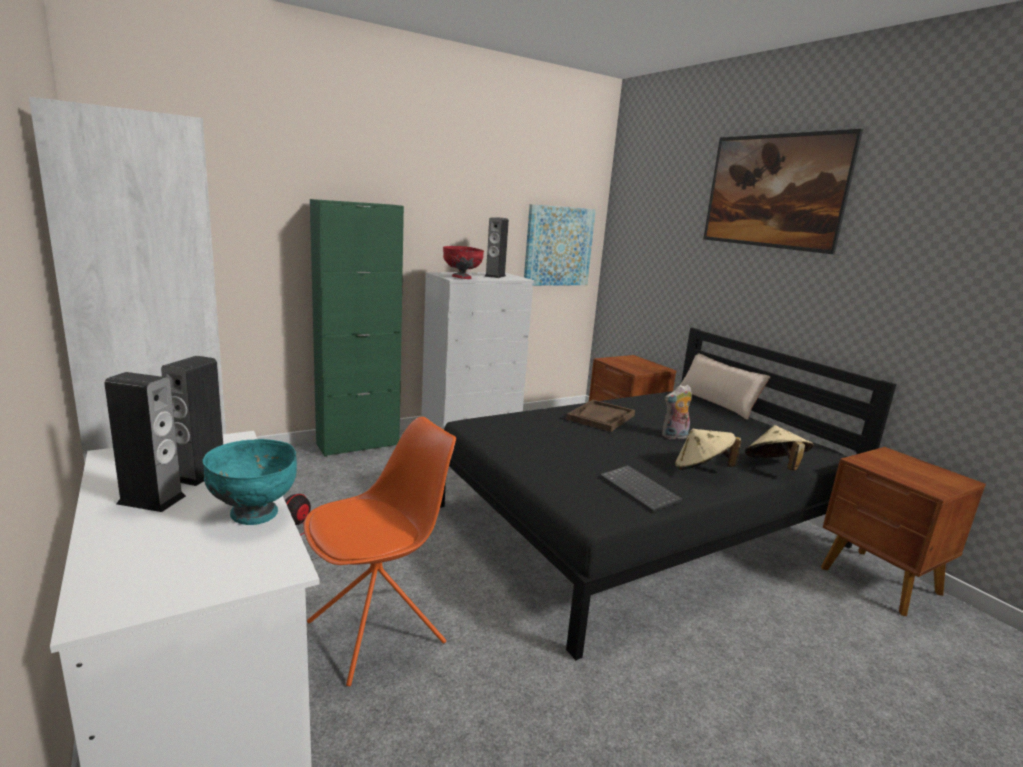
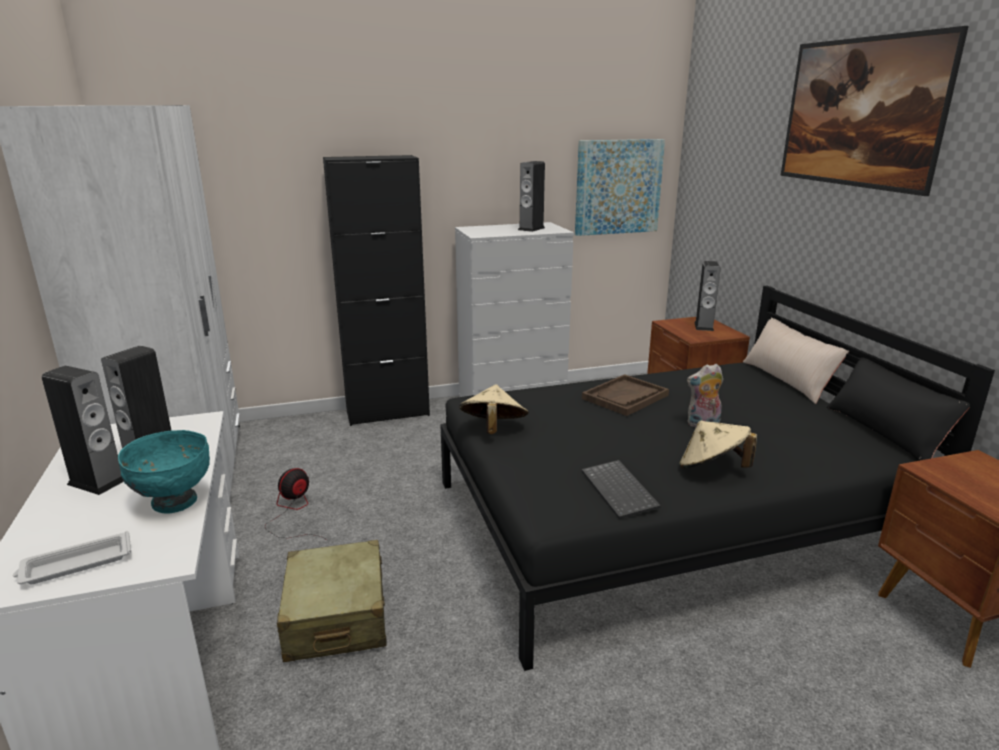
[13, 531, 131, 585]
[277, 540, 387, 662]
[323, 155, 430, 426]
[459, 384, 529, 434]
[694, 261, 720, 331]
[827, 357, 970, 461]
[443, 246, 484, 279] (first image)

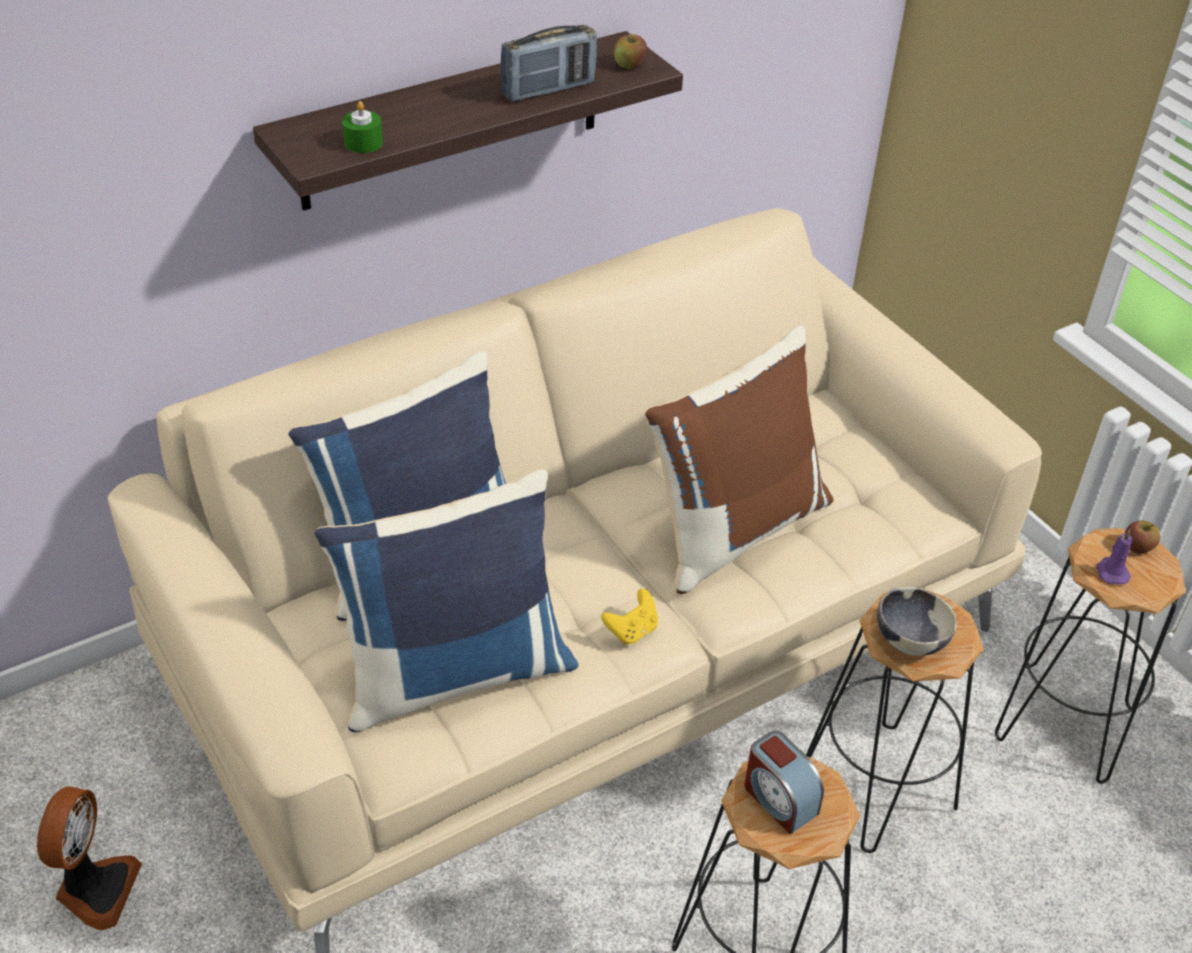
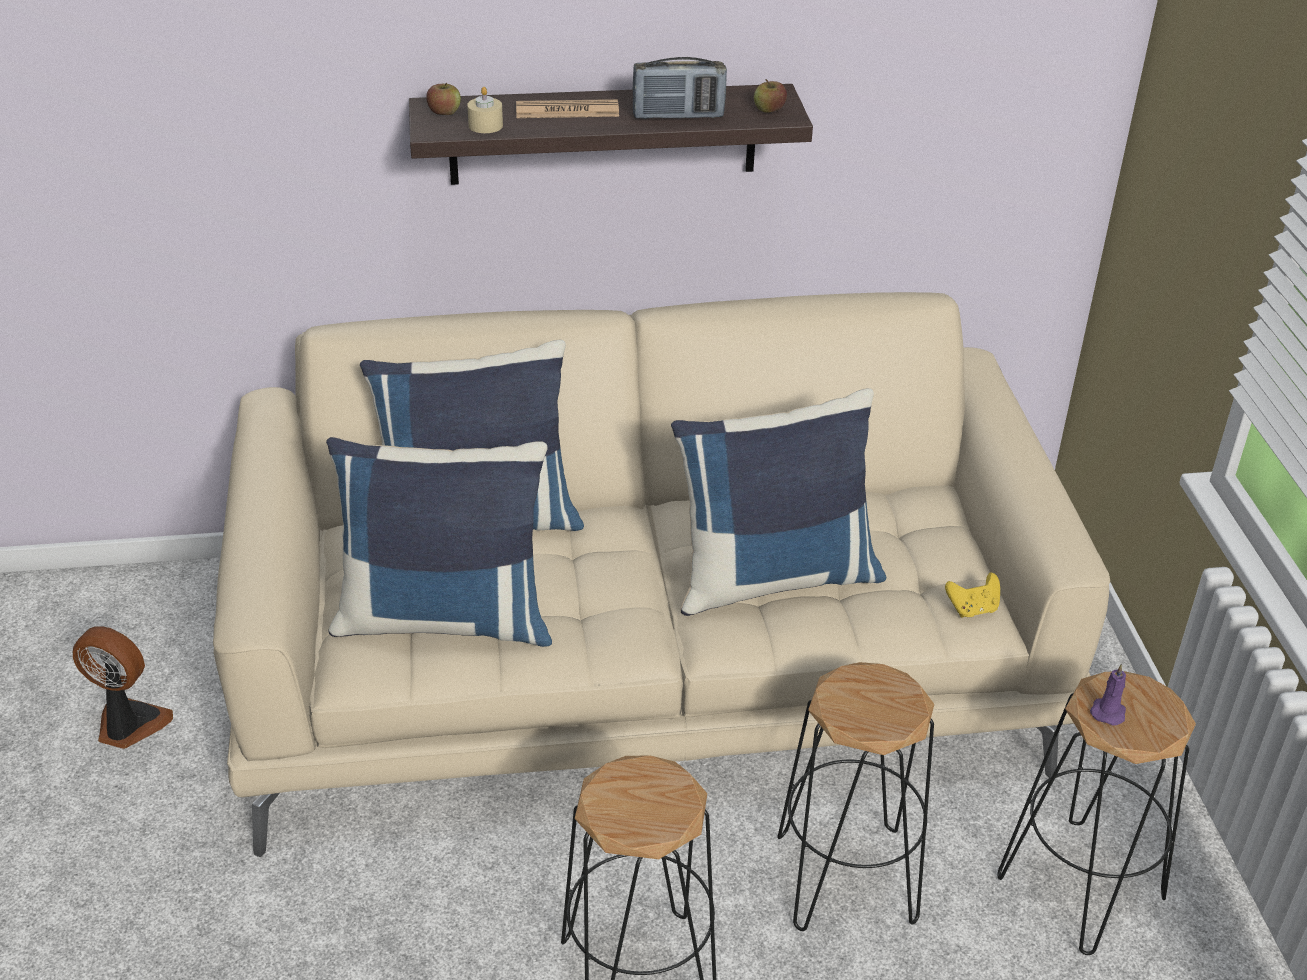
[73, 626, 173, 749]
[426, 83, 461, 115]
[467, 87, 503, 133]
[516, 99, 619, 118]
[671, 388, 886, 616]
[945, 573, 1000, 617]
[744, 731, 824, 834] (first image)
[877, 587, 957, 656] (first image)

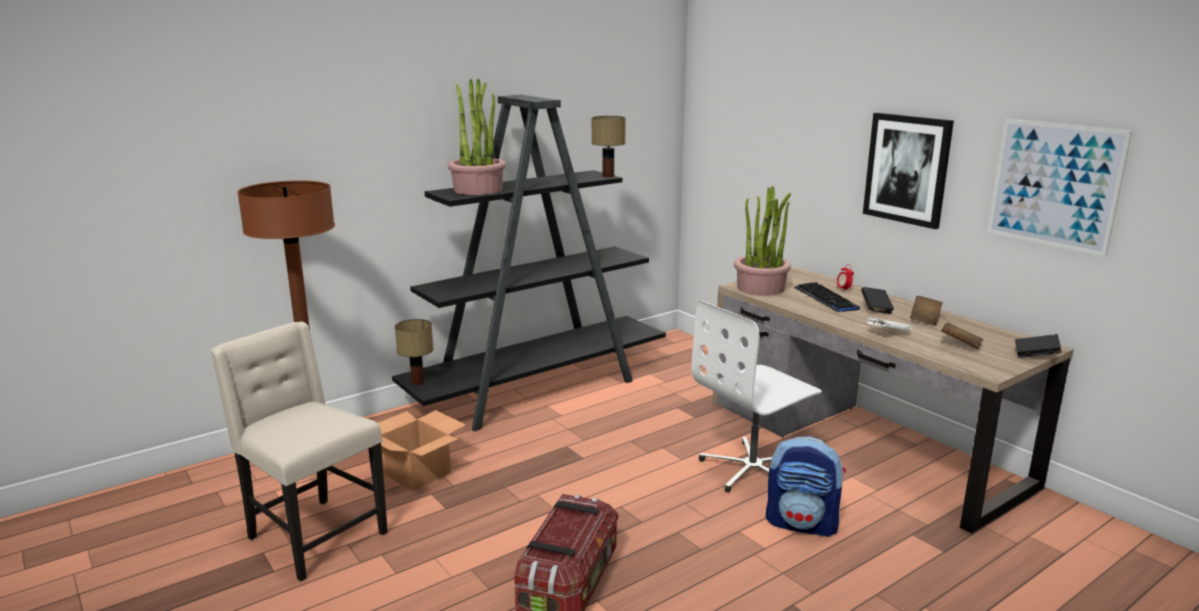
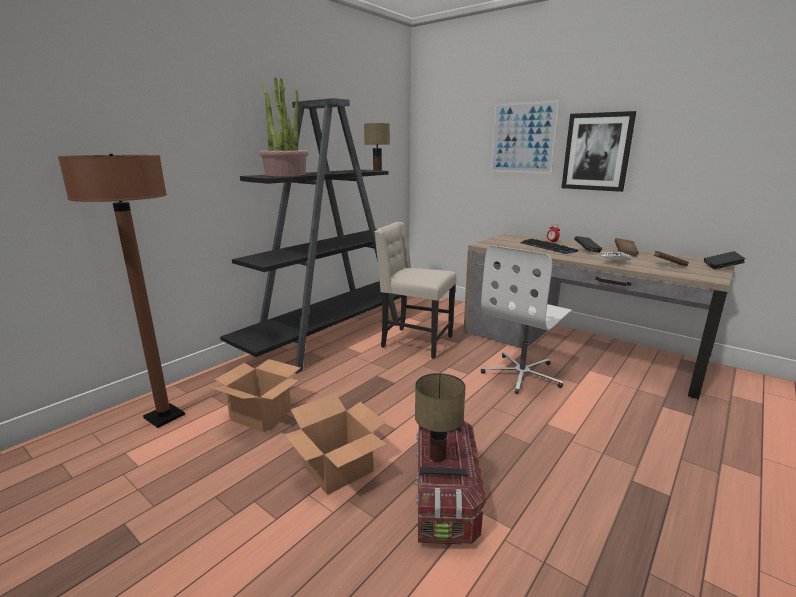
[284, 393, 387, 495]
[375, 222, 457, 359]
[415, 373, 466, 462]
[490, 100, 560, 174]
[734, 186, 791, 296] (first image)
[766, 436, 846, 537] (first image)

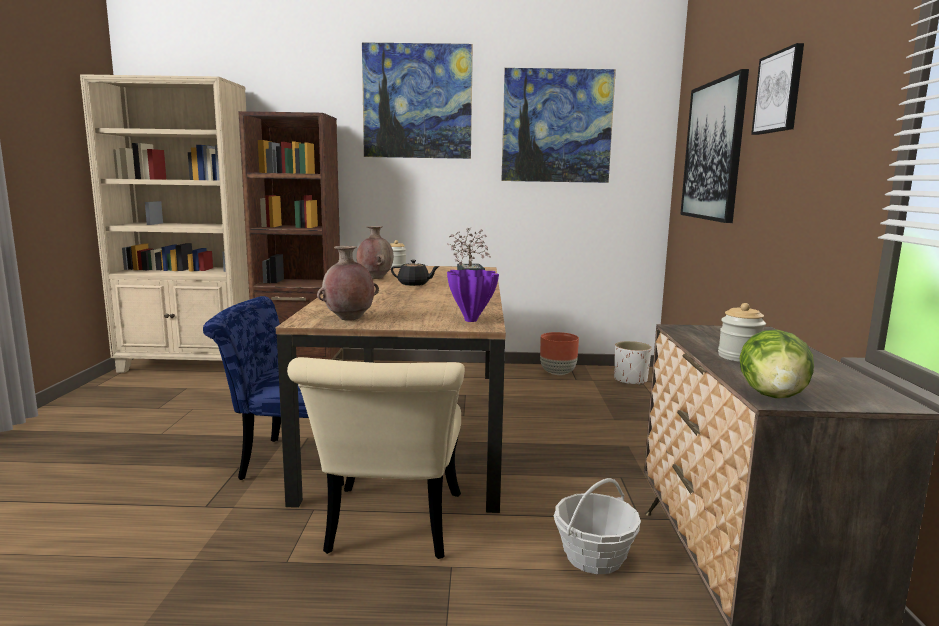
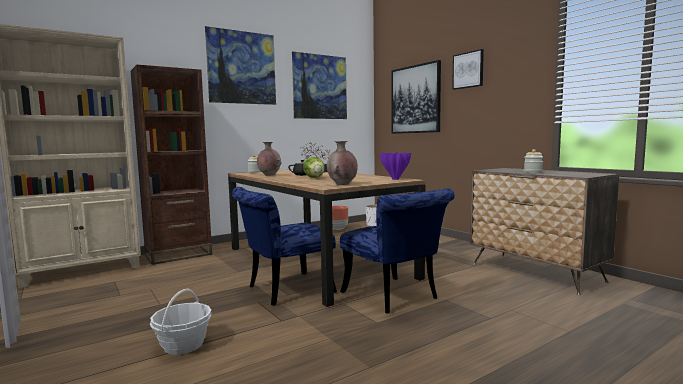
[150, 289, 211, 355]
[303, 157, 325, 178]
[340, 188, 455, 313]

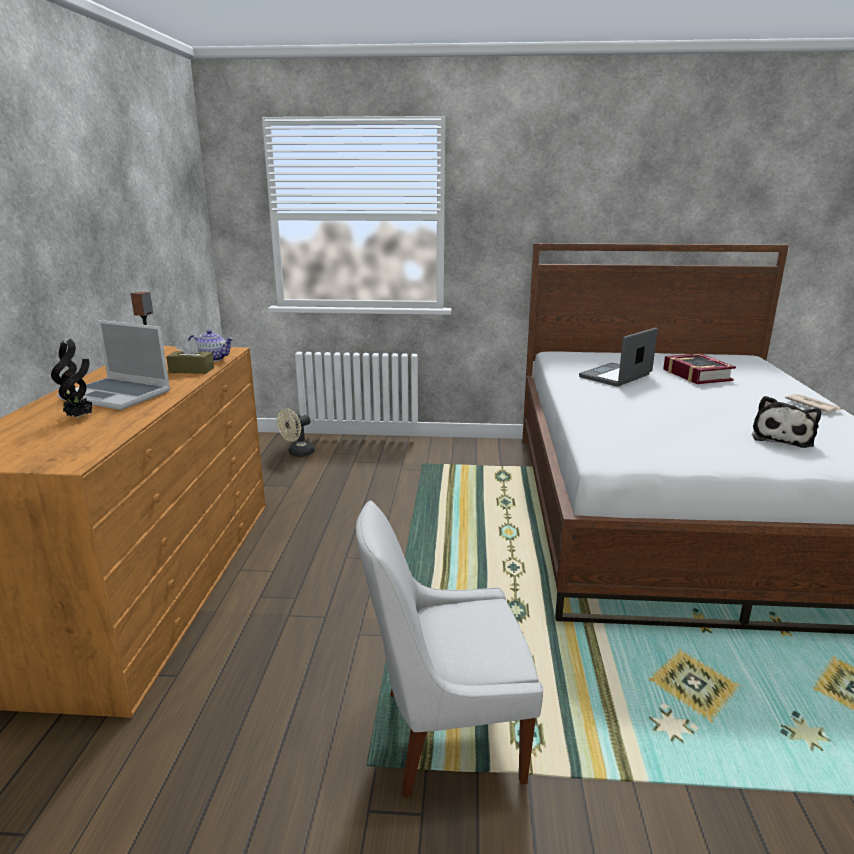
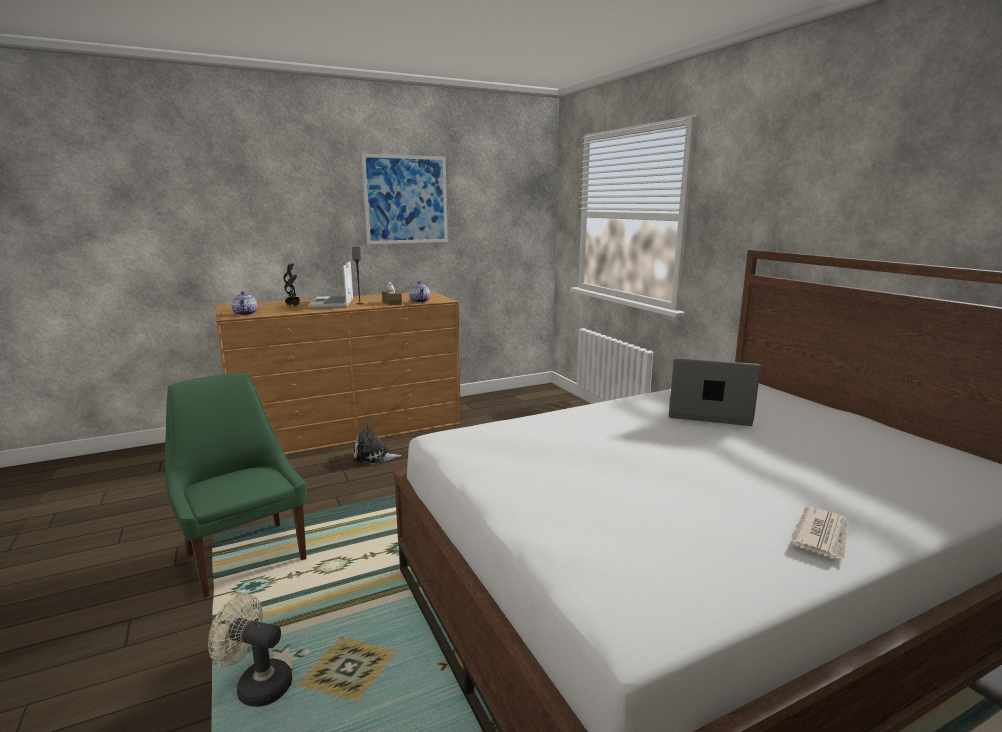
[165, 372, 306, 598]
[208, 593, 292, 707]
[231, 291, 257, 316]
[353, 425, 402, 464]
[361, 154, 448, 244]
[663, 353, 736, 384] (first image)

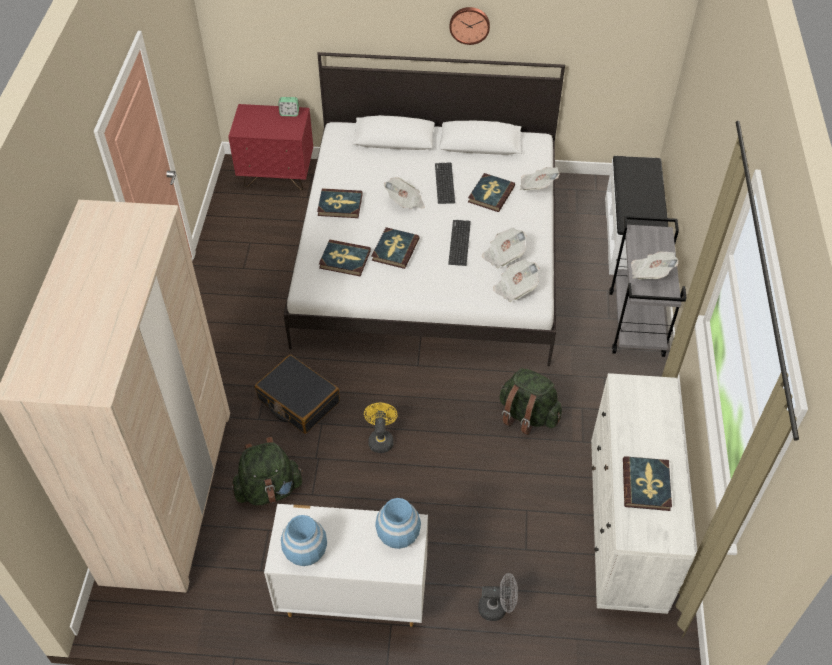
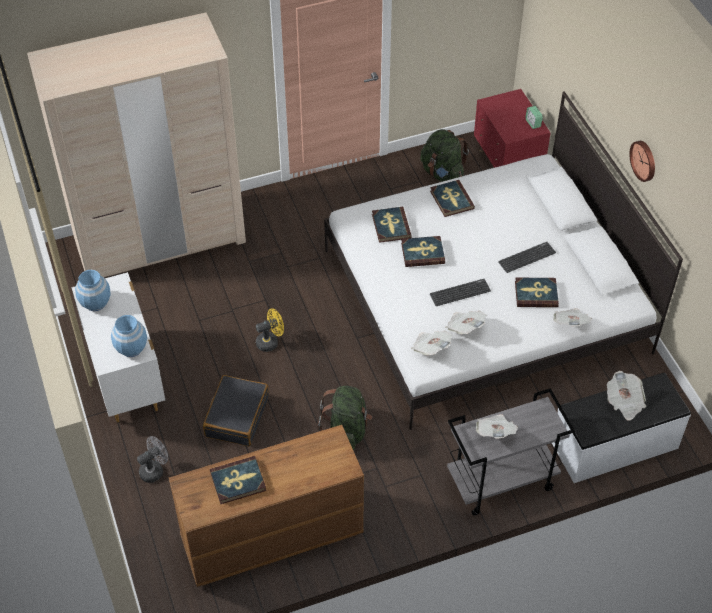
[137, 436, 168, 483]
[169, 425, 364, 587]
[203, 375, 269, 446]
[420, 129, 469, 182]
[607, 371, 646, 421]

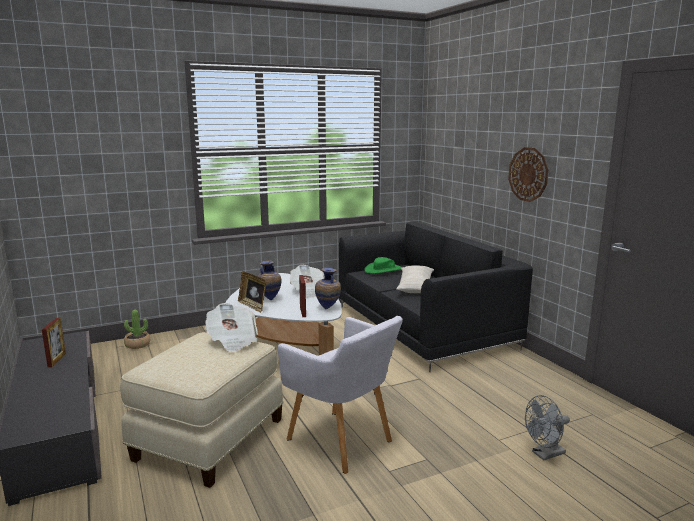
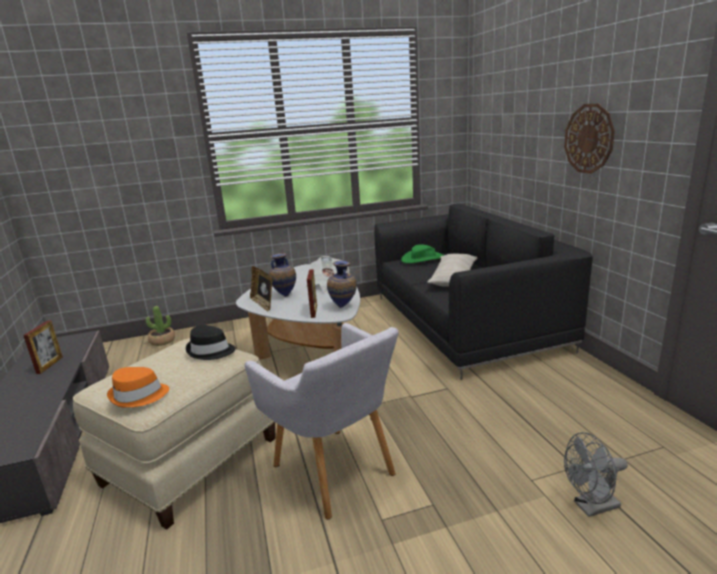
[107, 367, 169, 408]
[186, 325, 235, 360]

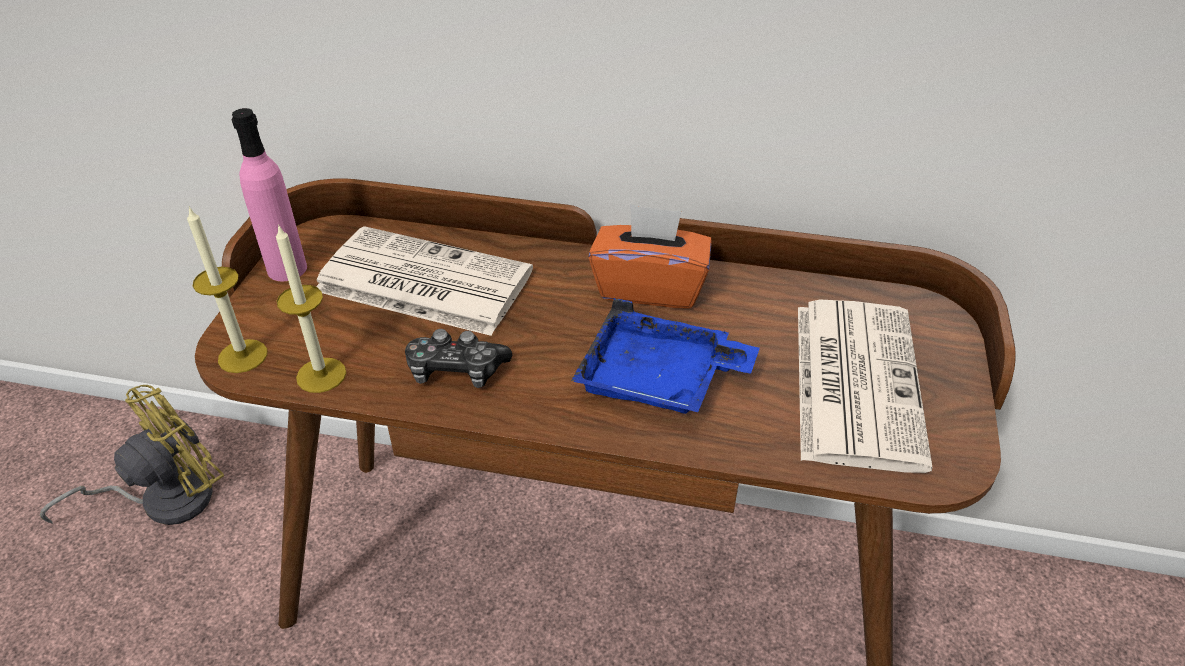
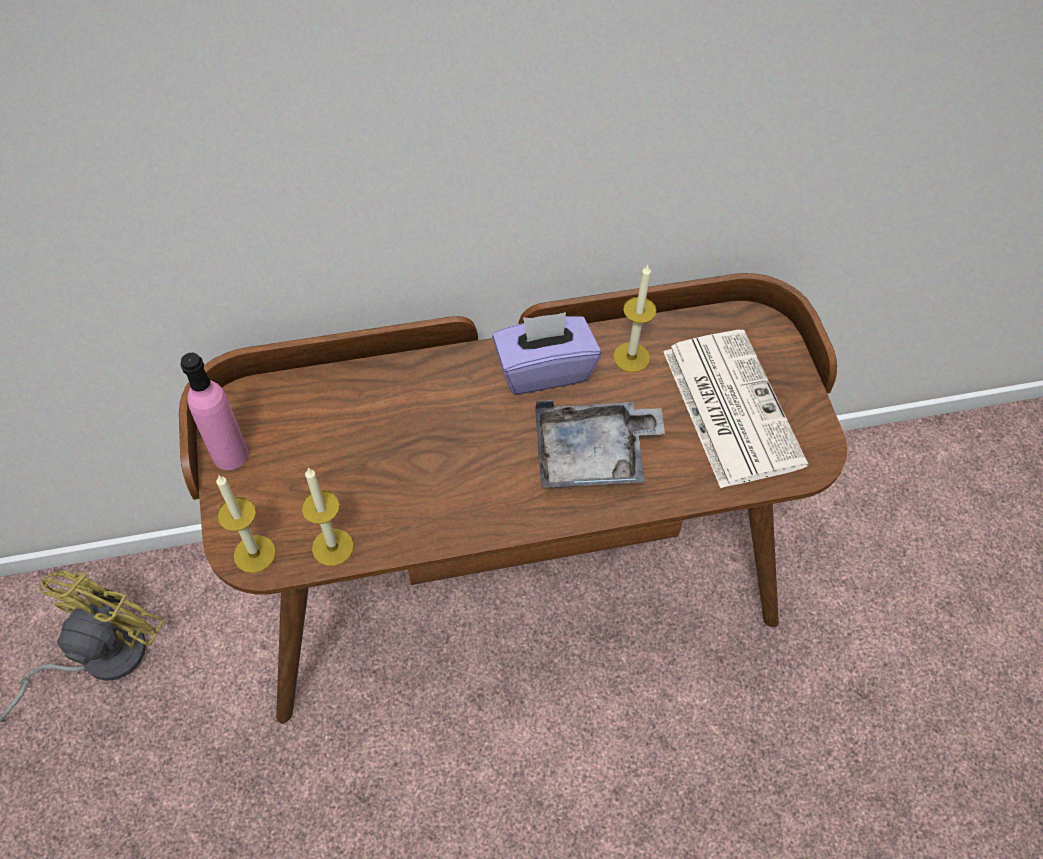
[492, 312, 601, 394]
[535, 400, 665, 489]
[613, 265, 657, 373]
[316, 226, 533, 336] (first image)
[405, 329, 512, 388] (first image)

